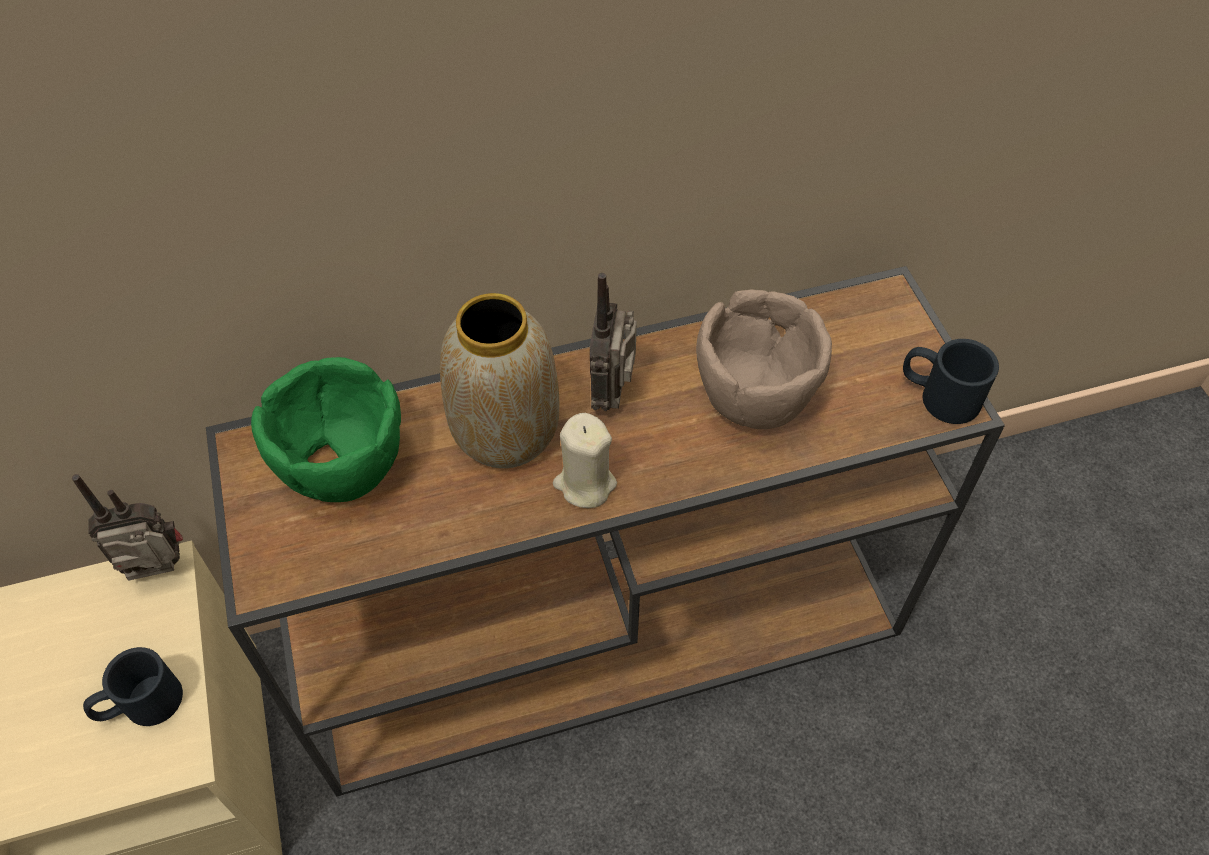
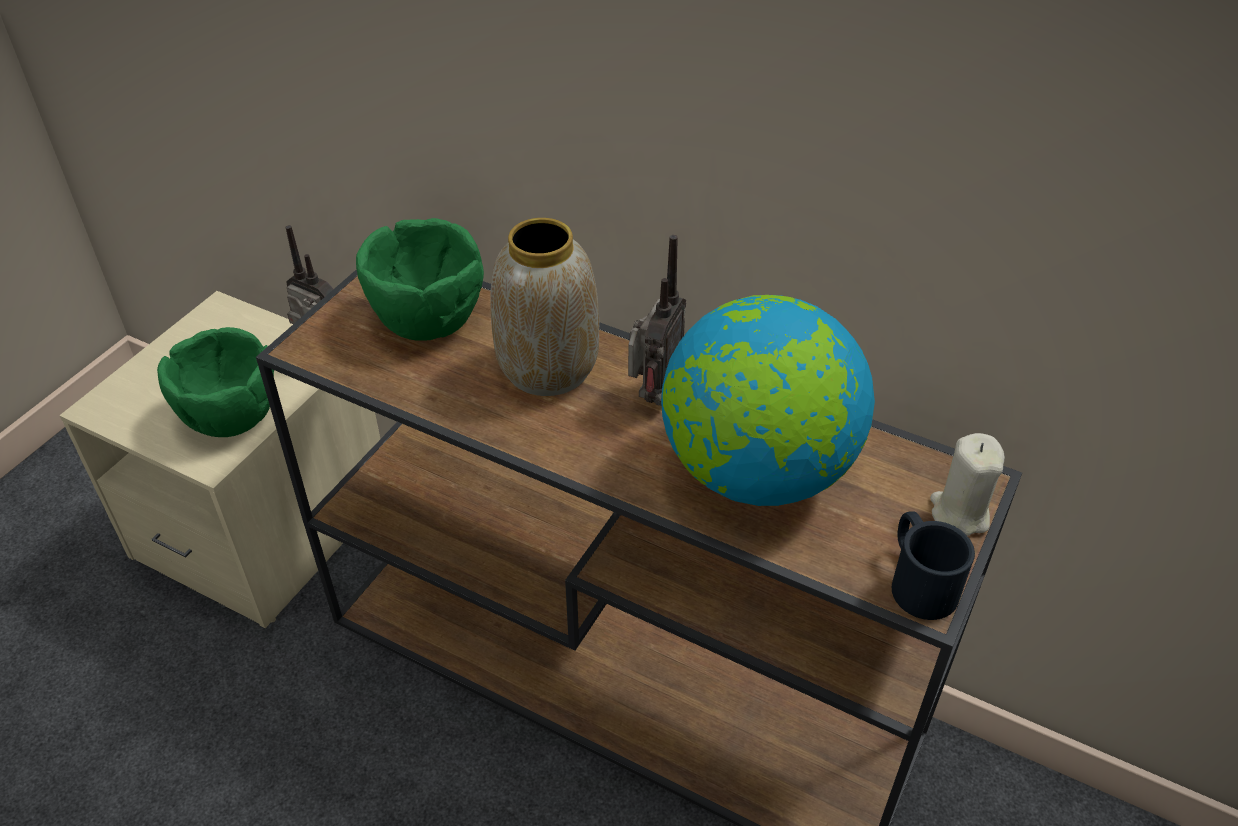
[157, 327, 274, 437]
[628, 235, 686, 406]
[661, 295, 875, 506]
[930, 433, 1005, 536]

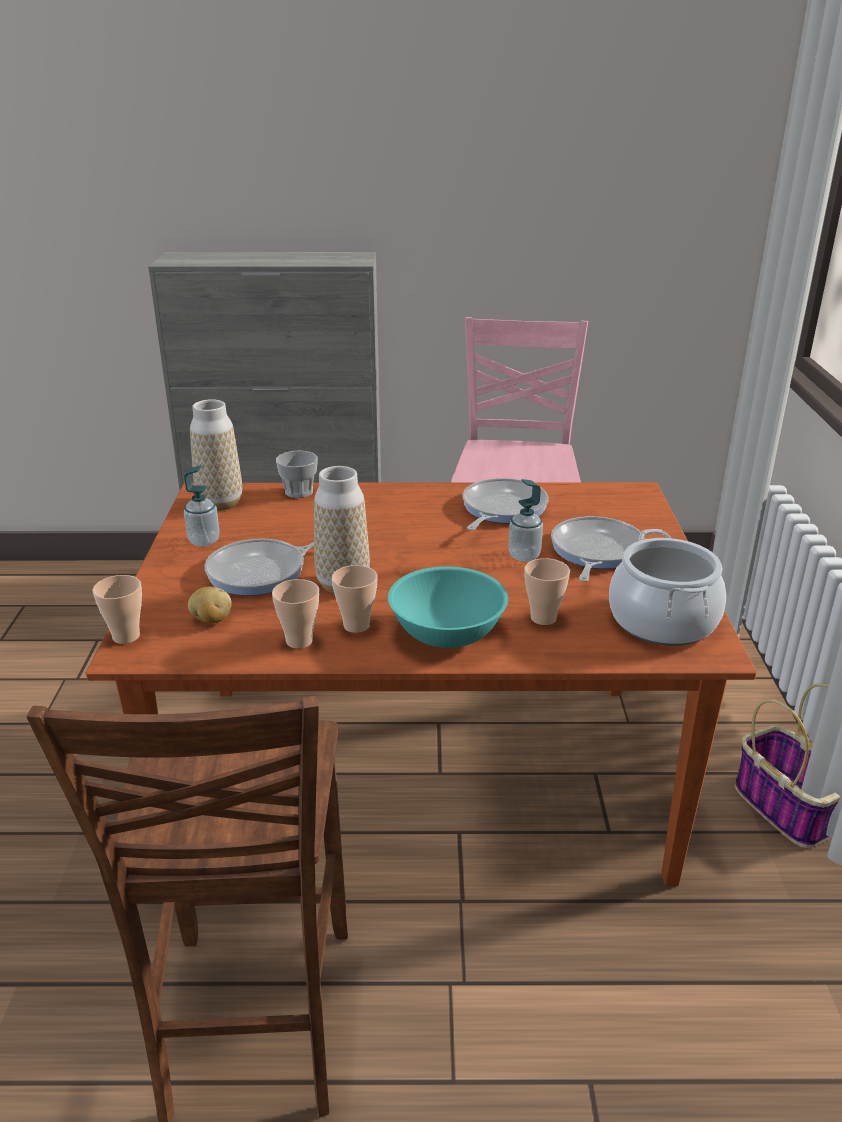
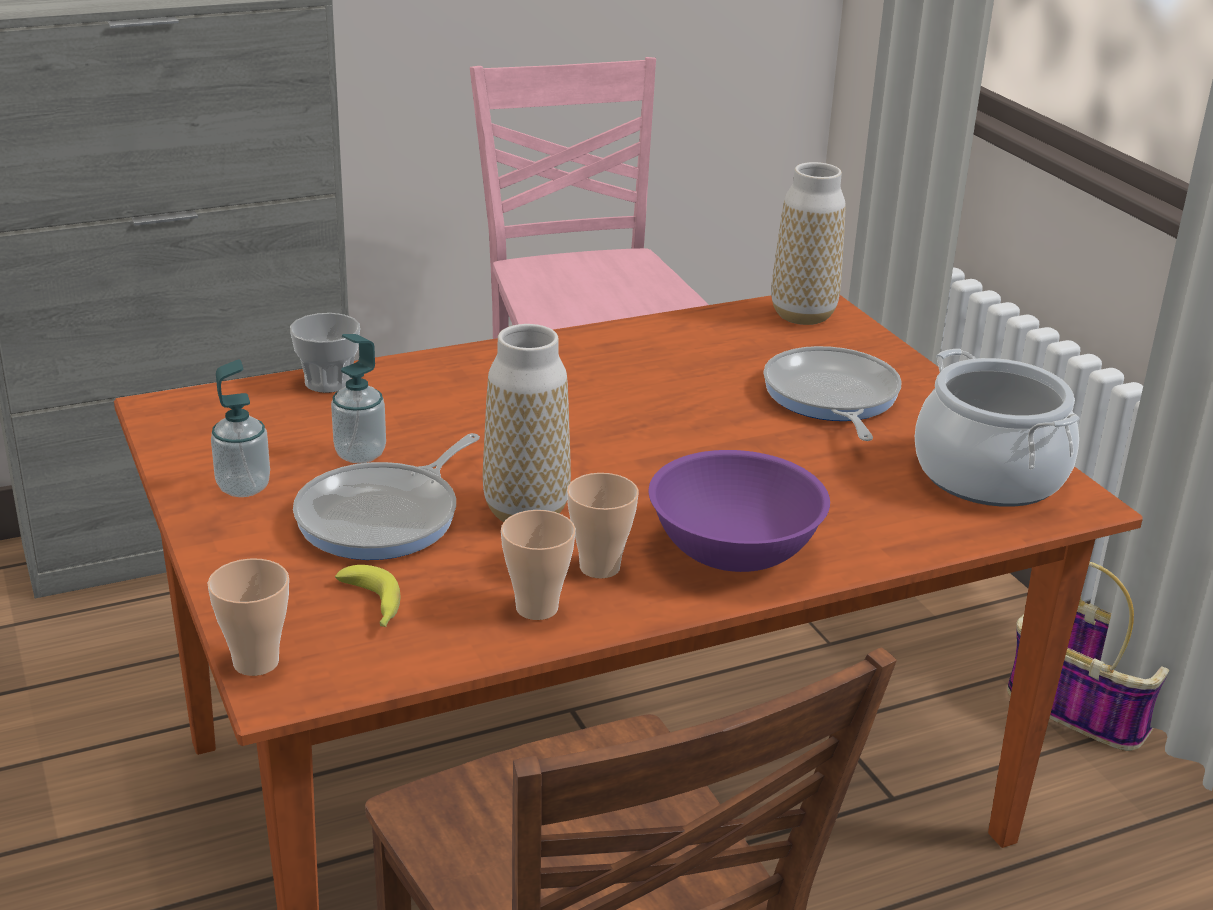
[331, 334, 386, 464]
[335, 565, 400, 627]
[649, 450, 830, 572]
[771, 162, 846, 325]
[462, 478, 549, 530] (first image)
[524, 558, 570, 625] (first image)

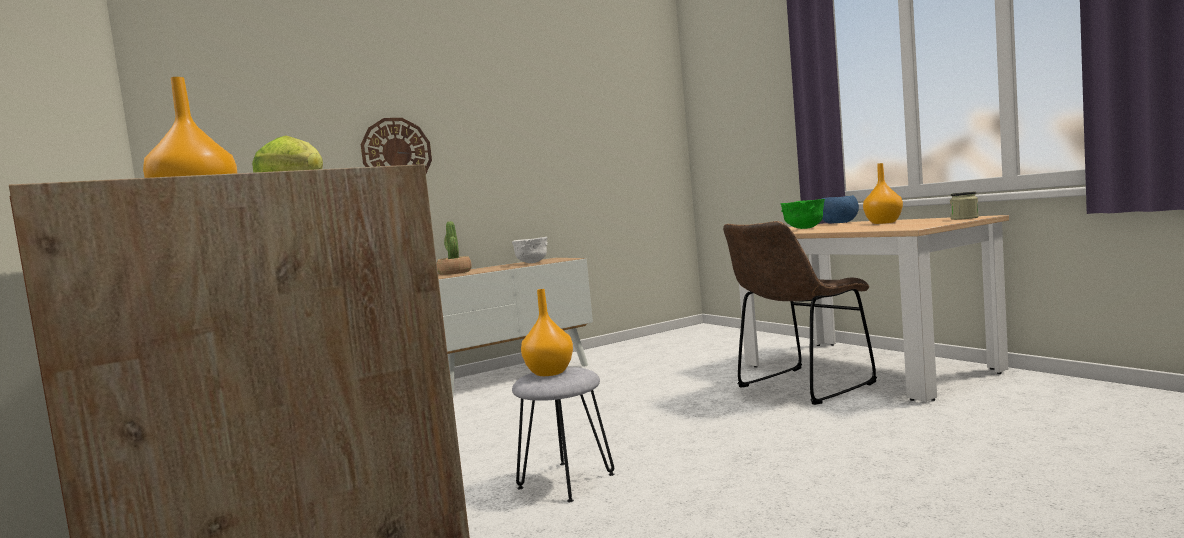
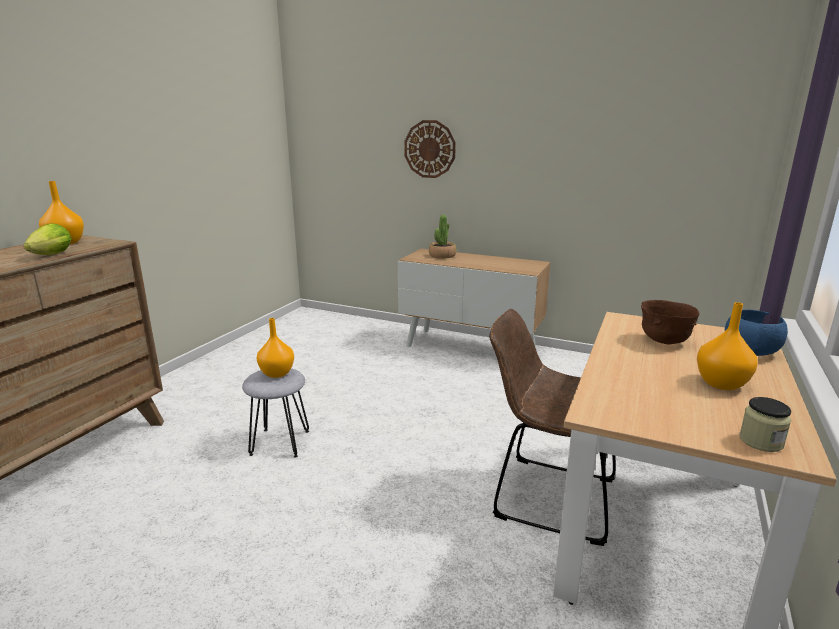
[641, 300, 699, 345]
[512, 237, 548, 263] (first image)

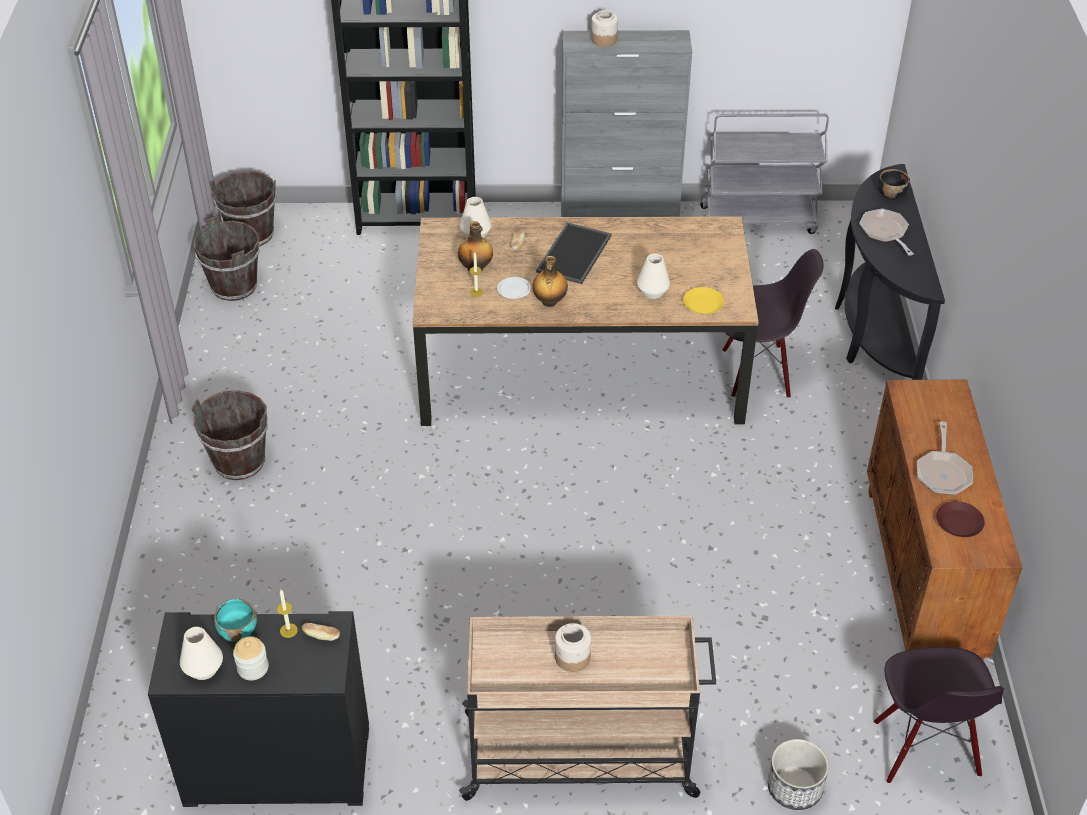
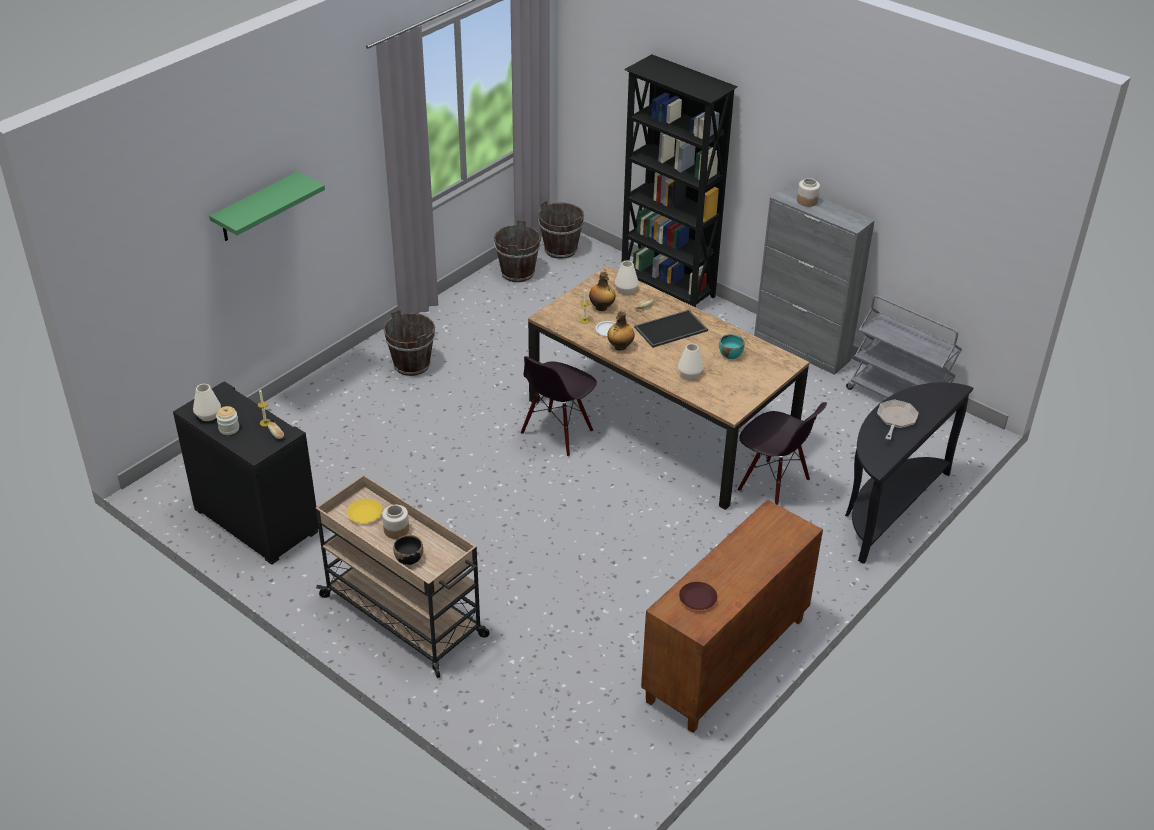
[209, 172, 325, 241]
[347, 499, 382, 523]
[393, 535, 423, 565]
[521, 356, 597, 457]
[719, 334, 744, 359]
[768, 739, 829, 810] (first image)
[917, 422, 973, 495] (first image)

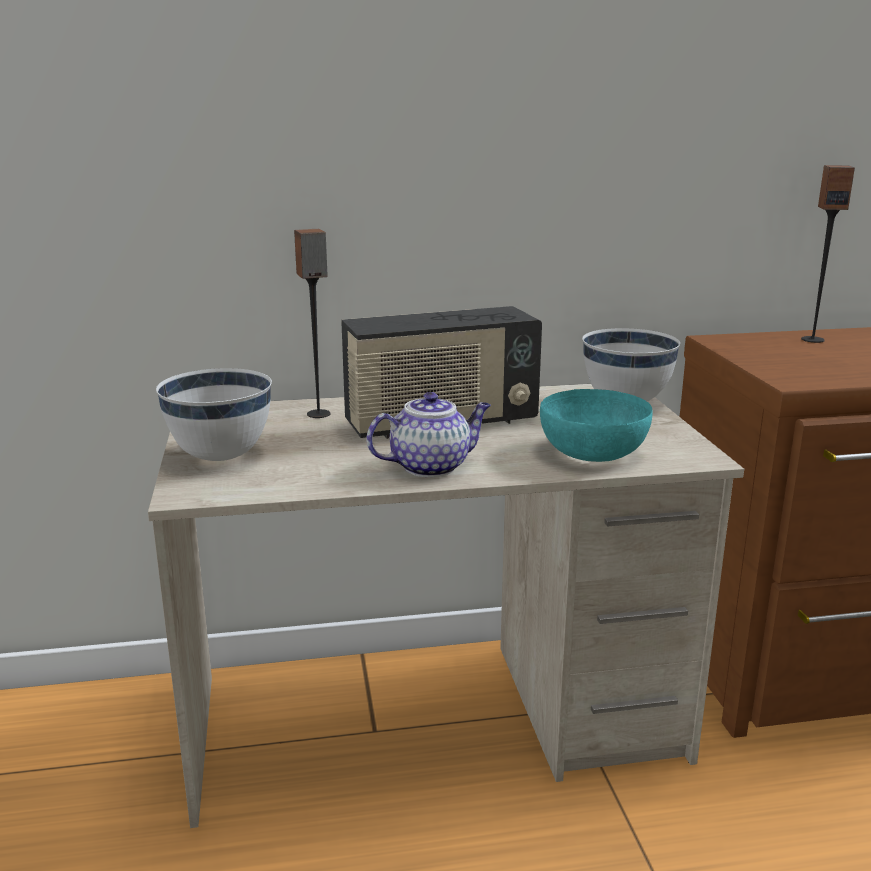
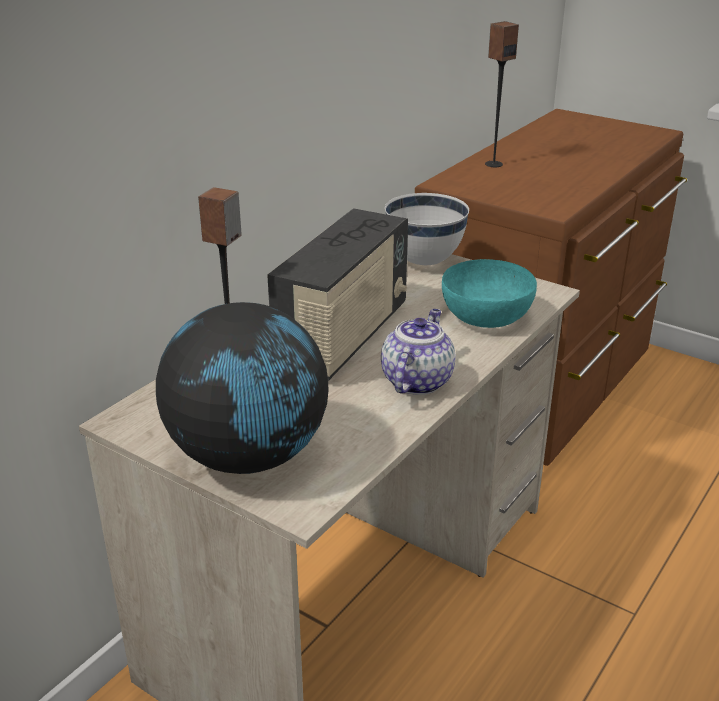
[156, 302, 328, 474]

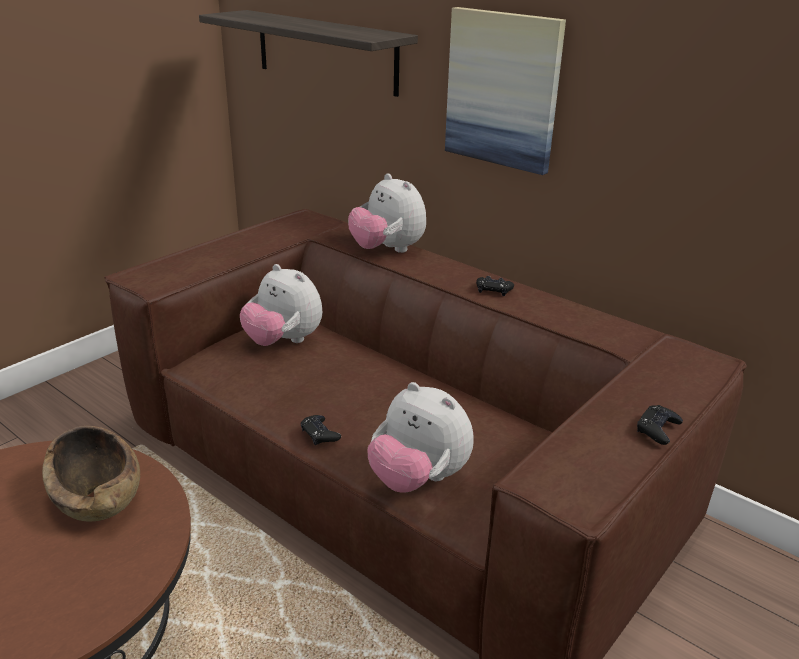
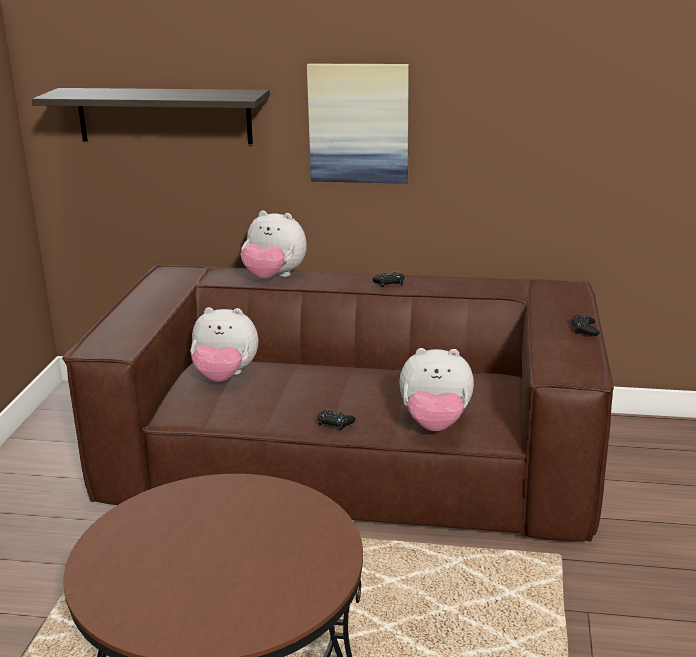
[42, 426, 140, 522] (first image)

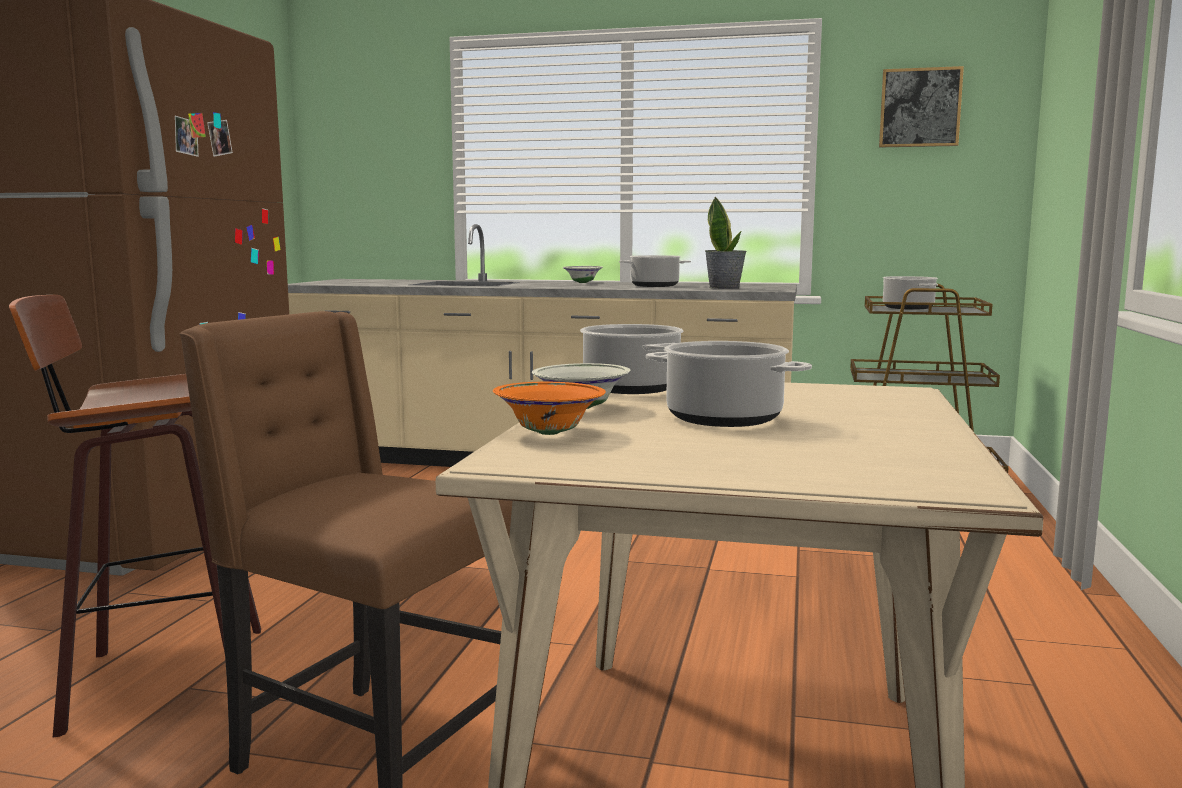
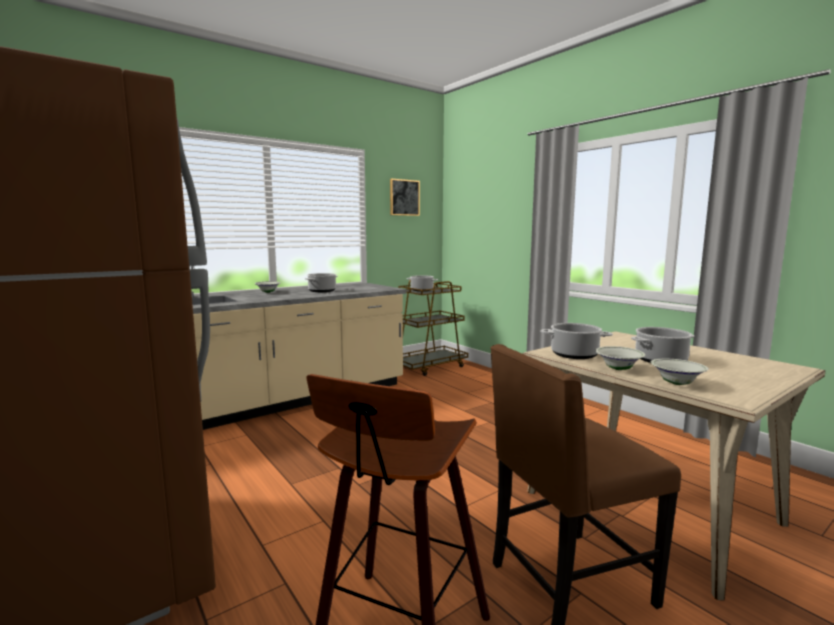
[651, 359, 709, 385]
[705, 196, 747, 289] (first image)

